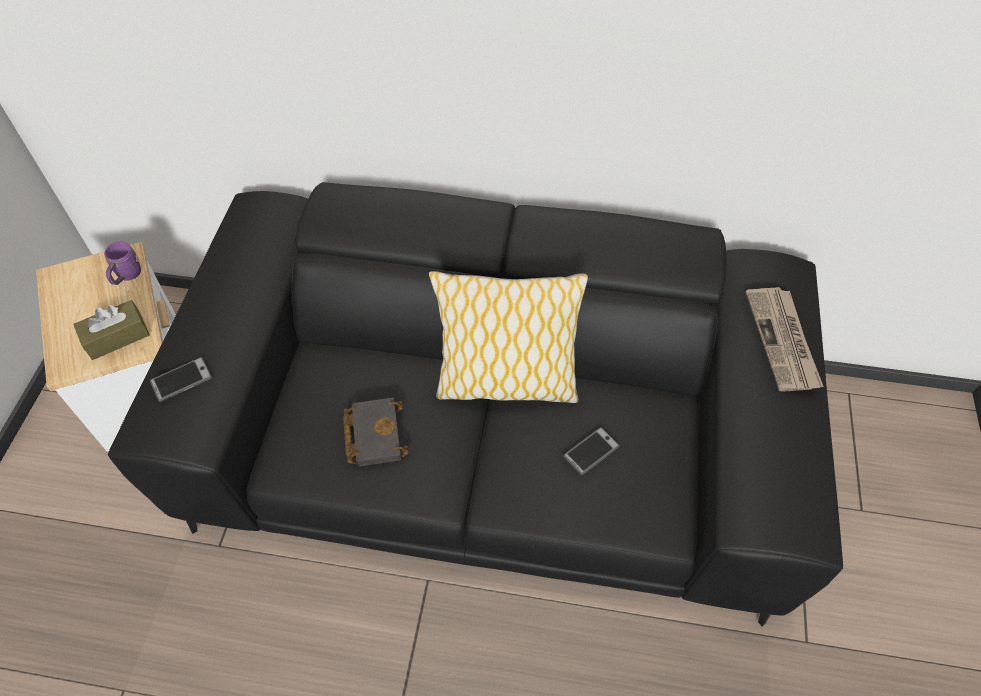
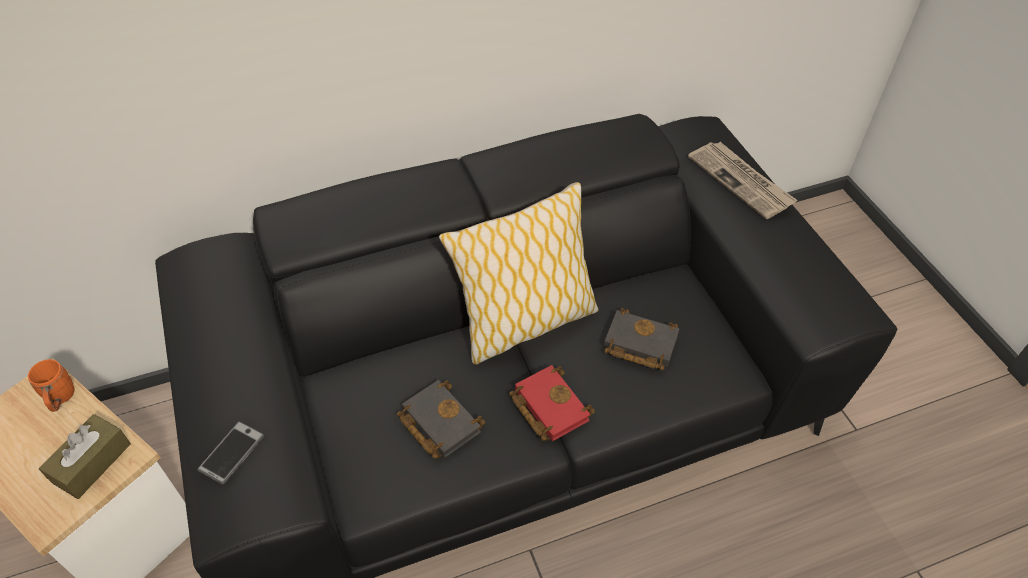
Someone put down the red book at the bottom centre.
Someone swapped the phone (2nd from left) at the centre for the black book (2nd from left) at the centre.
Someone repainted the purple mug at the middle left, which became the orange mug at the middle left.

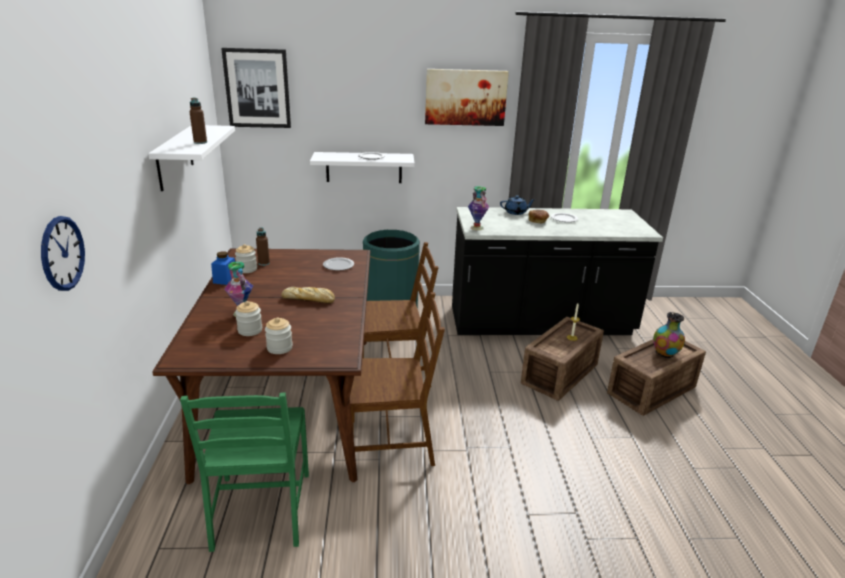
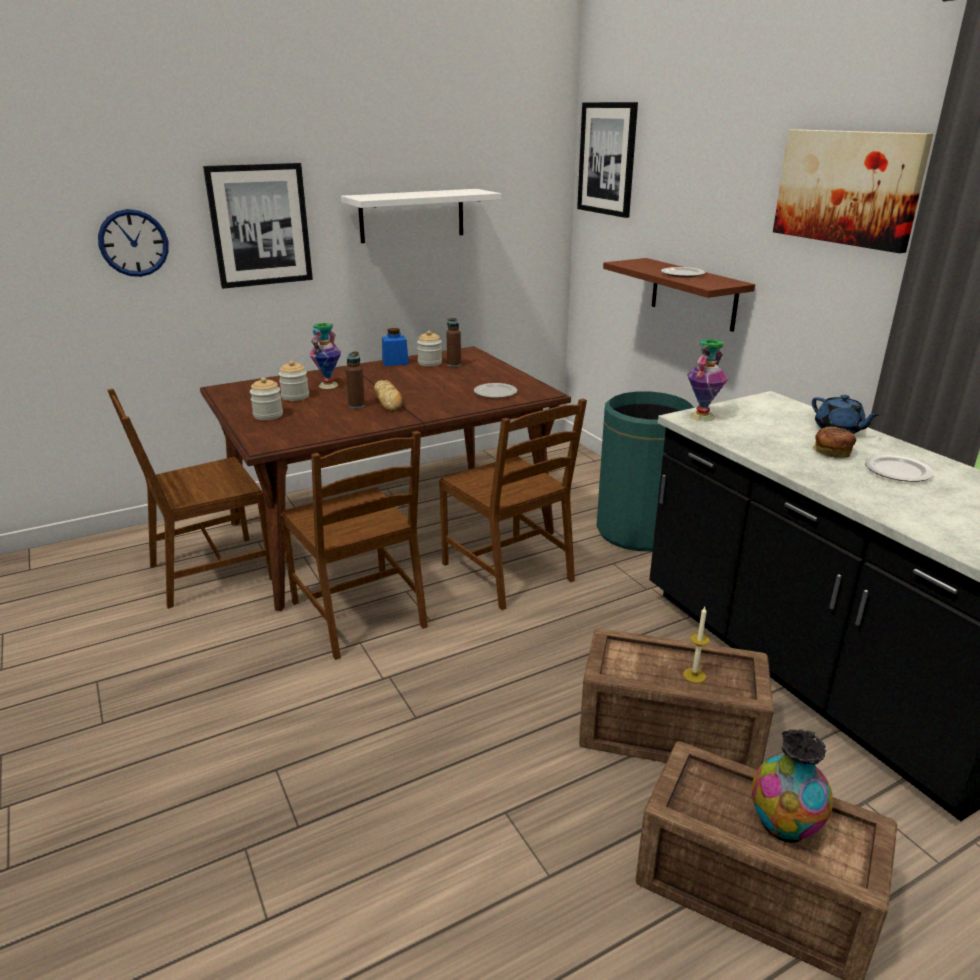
Someone put up the picture (1st from left) at the top left.
Someone carried the brown bottle (1st from left) from the top left to the centre.
Someone repainted the green chair at the bottom left, which became the brown chair (1st from left) at the middle left.
Someone repainted the white shelf (2nd from left) at the top centre, which became the brown shelf at the top right.

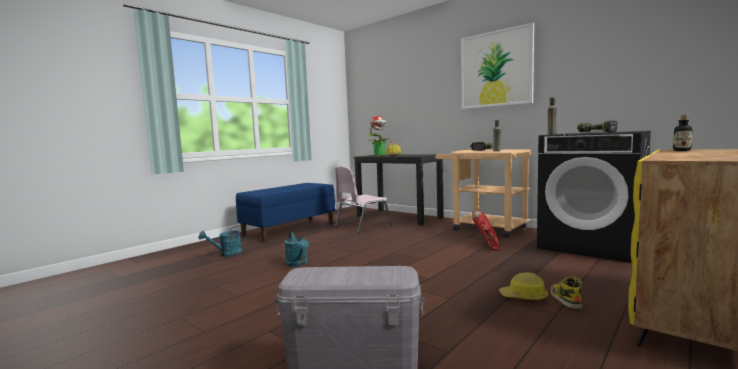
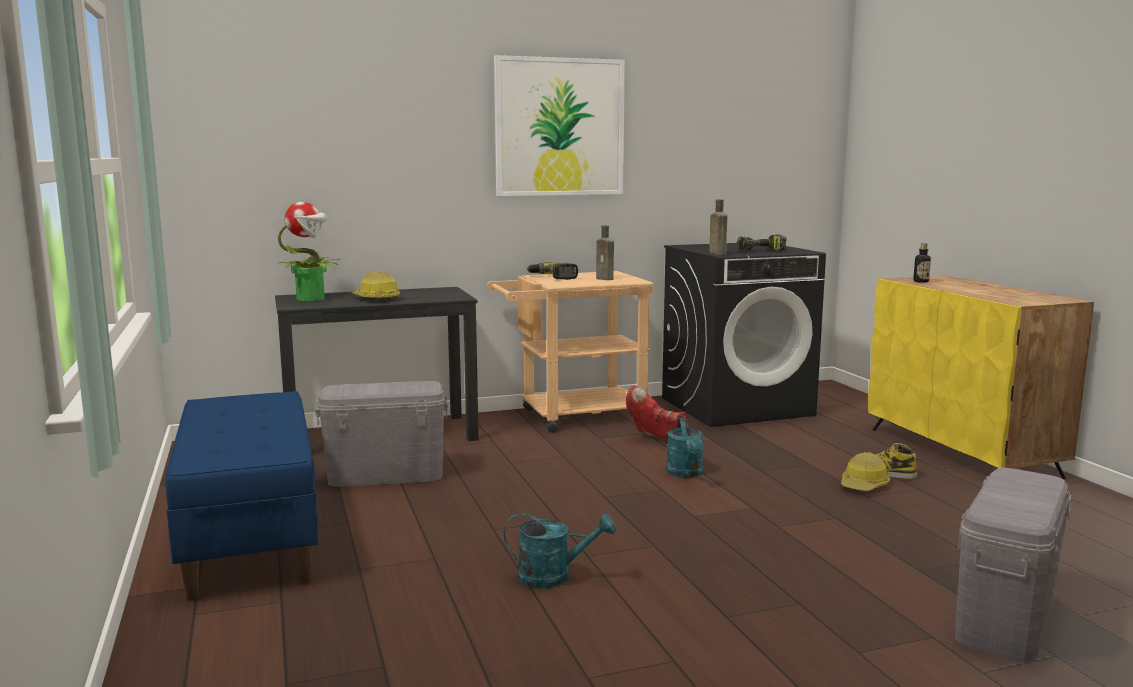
Someone carried the turquoise watering can (1st from left in the first image) from the middle left to the centre.
Someone swapped the pink chair at the centre for the grey storage box (1st from left) at the centre.

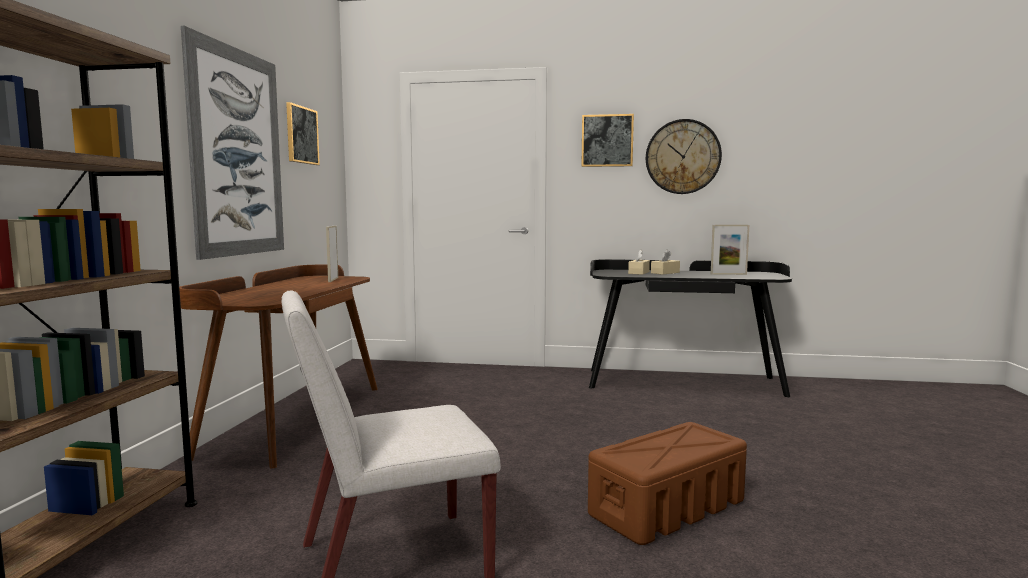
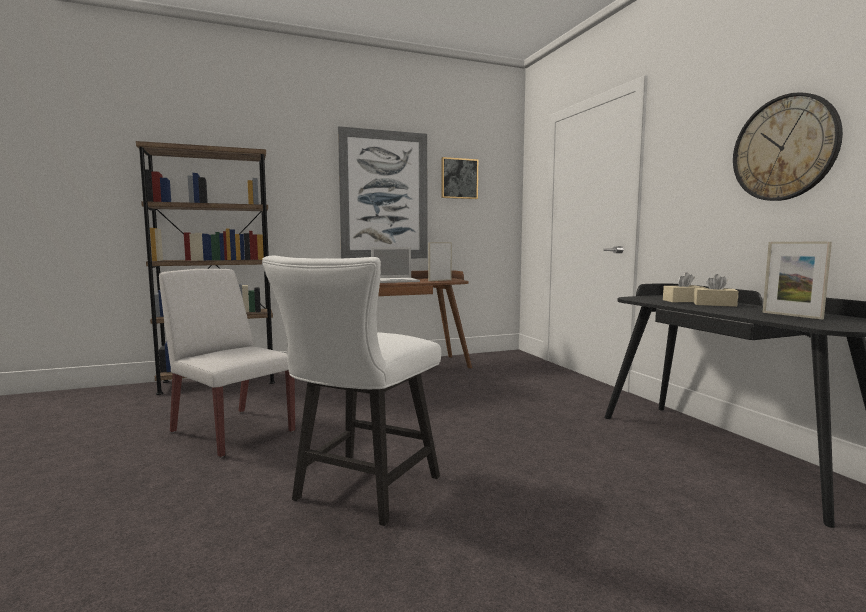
Someone took away the picture (3rd from left) at the top centre.
Someone put down the laptop at the centre.
Someone swapped the brown storage box at the bottom centre for the white chair (2nd from left) at the centre.

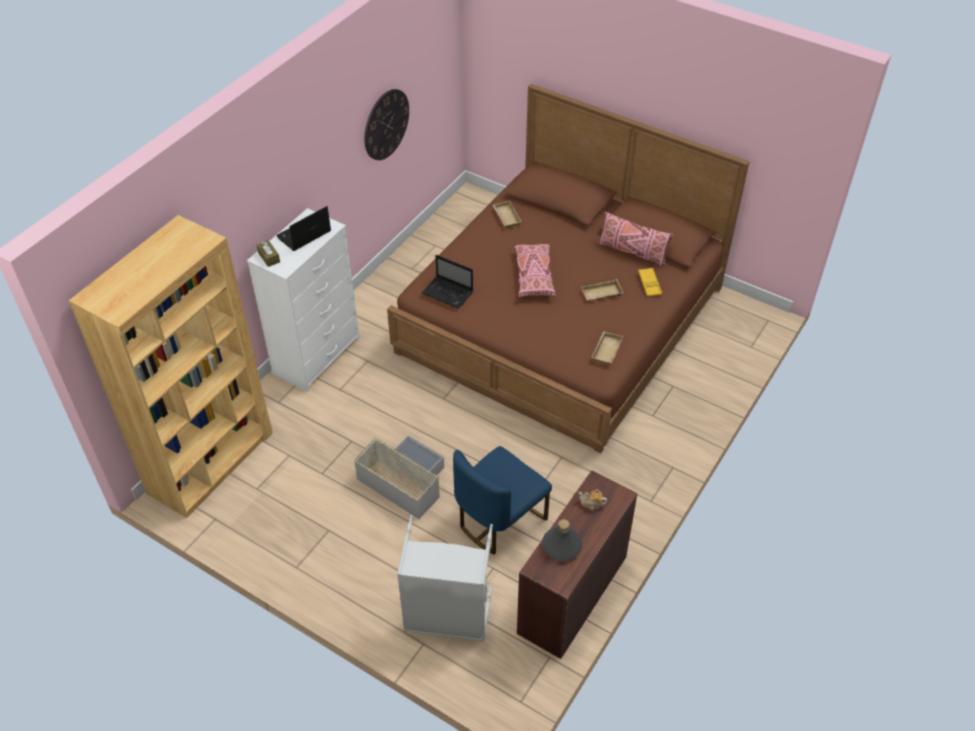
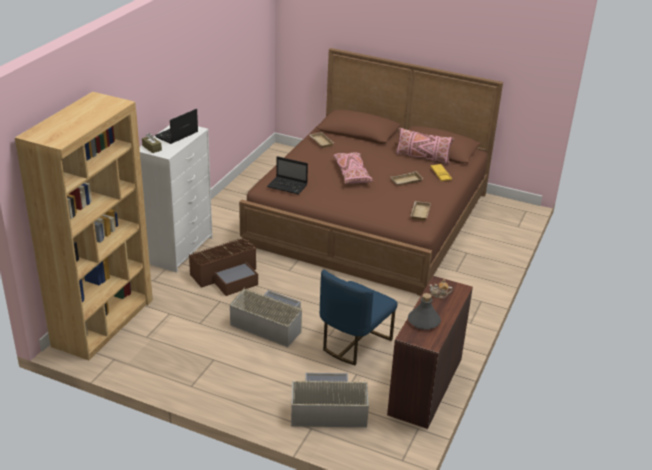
Someone took away the wall clock at the top centre.
Someone put down the brown storage box at the centre.
Someone swapped the grey laundry basket at the bottom centre for the grey storage box (2nd from left) at the bottom centre.

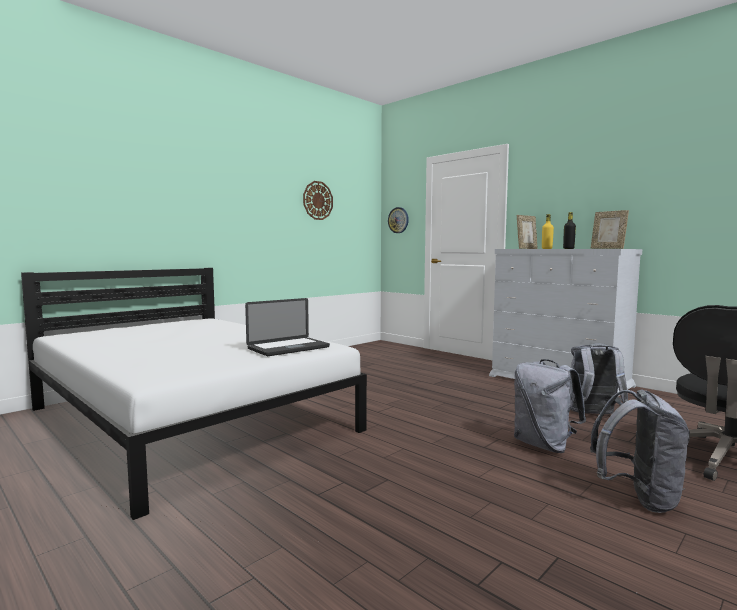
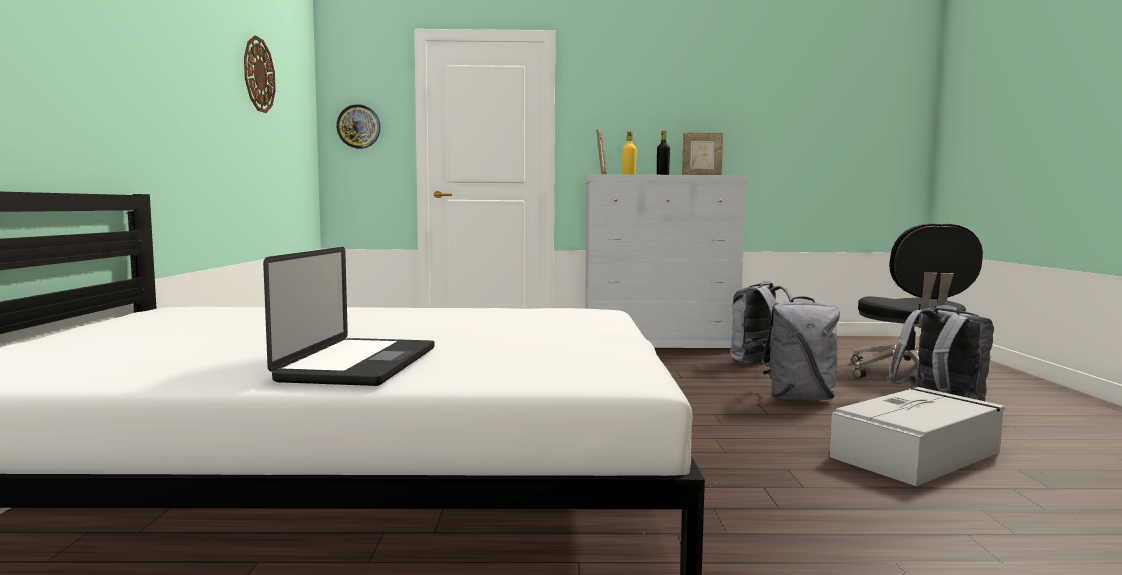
Someone put down the grey storage box at the bottom right.
Someone carried the laptop from the centre to the middle left.

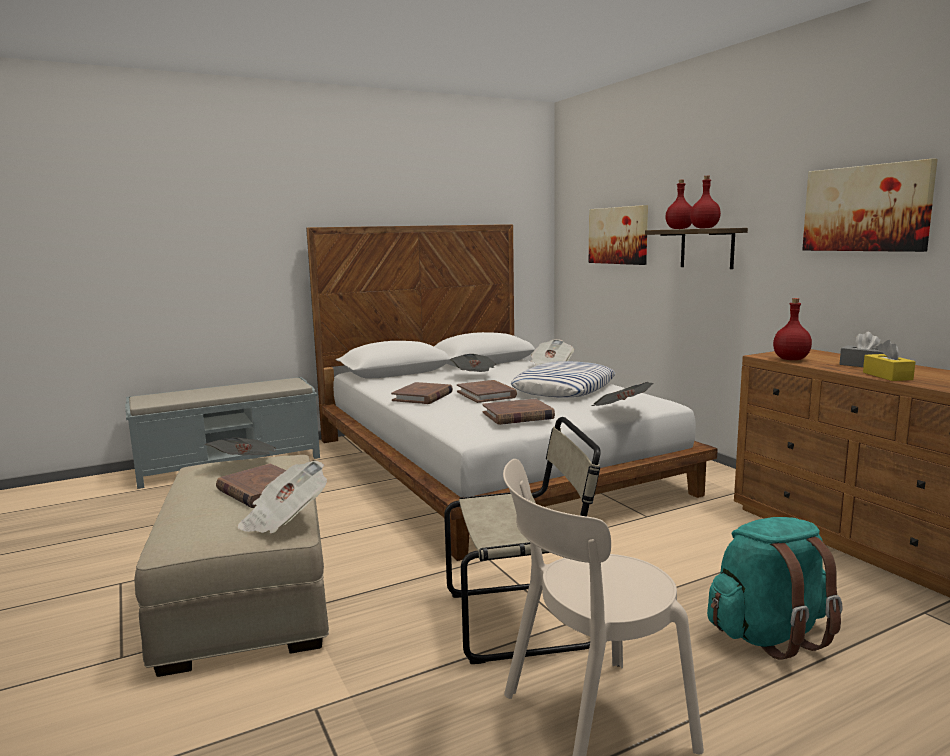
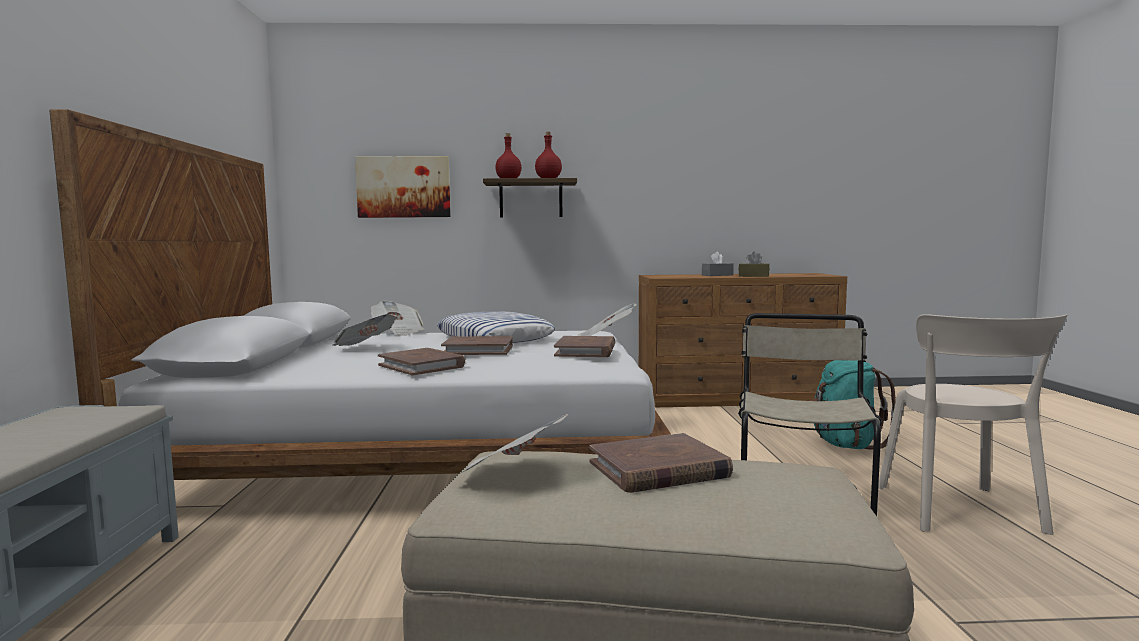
Someone took away the newspaper (2nd from left) at the middle left.
Someone took away the red bottle (3rd from left) at the middle right.
Someone took away the picture (2nd from left) at the top right.
Someone repainted the yellow tissue box at the middle right, which became the brown tissue box at the centre.

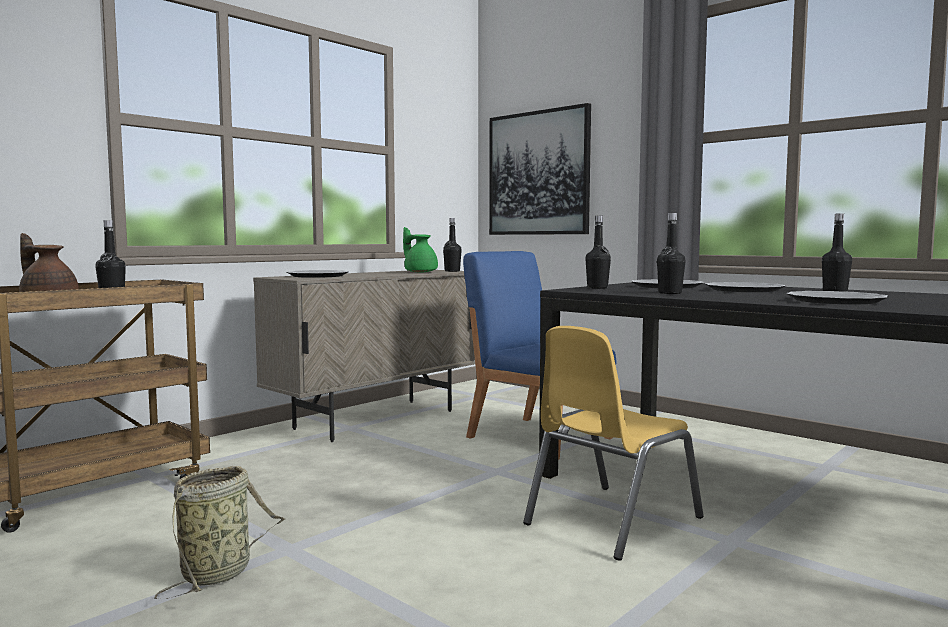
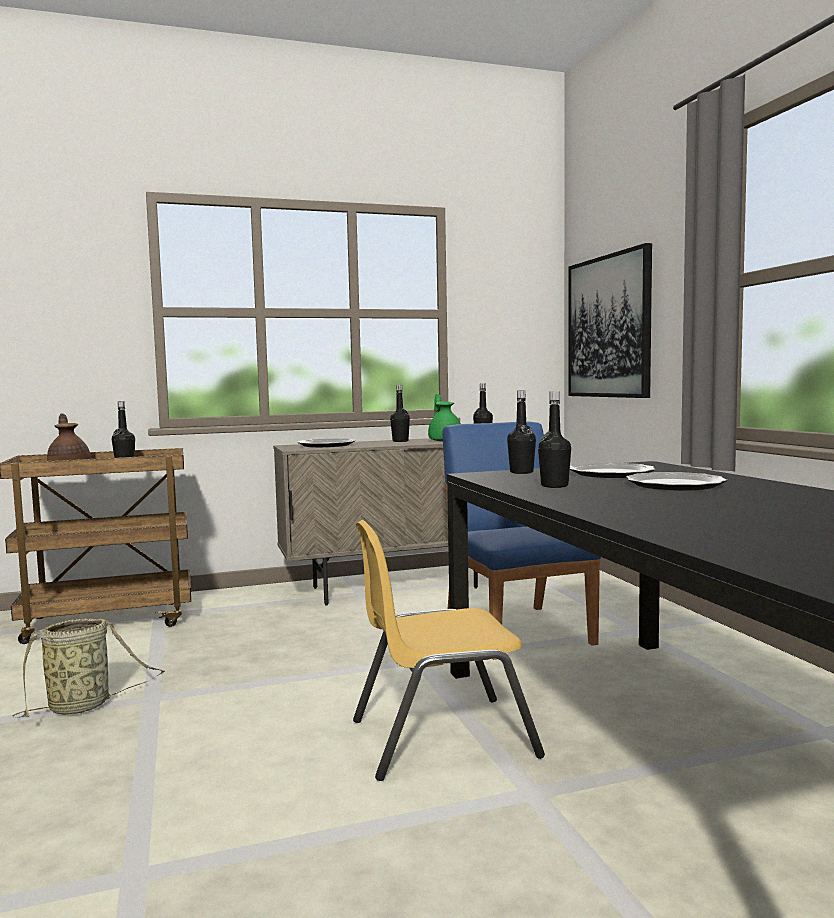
Someone took away the plate (4th from left) at the middle right.
Someone carried the black bottle (5th from left in the first image) from the middle right to the centre.

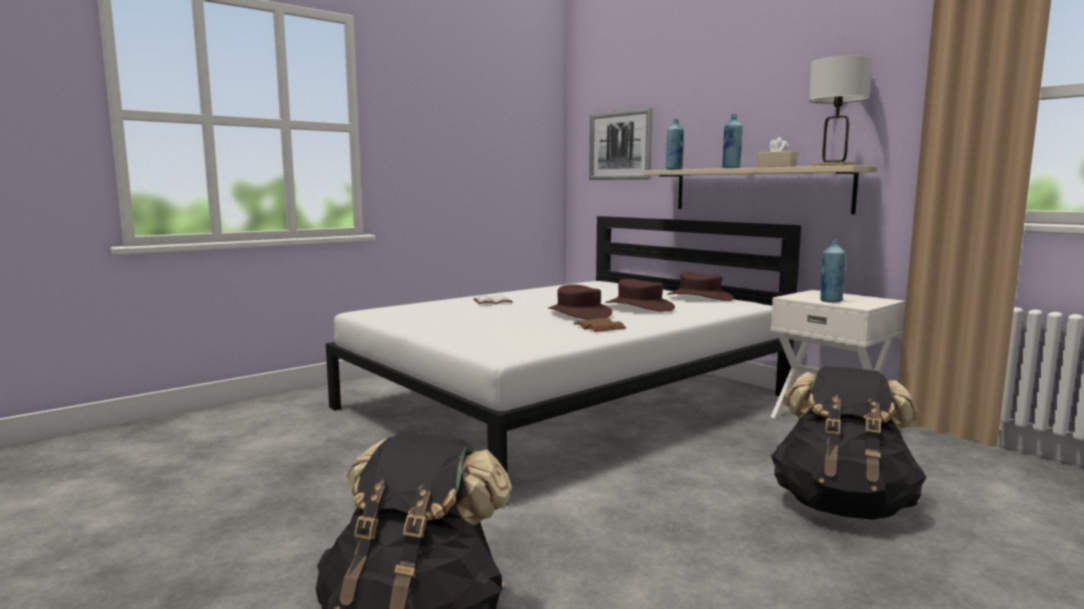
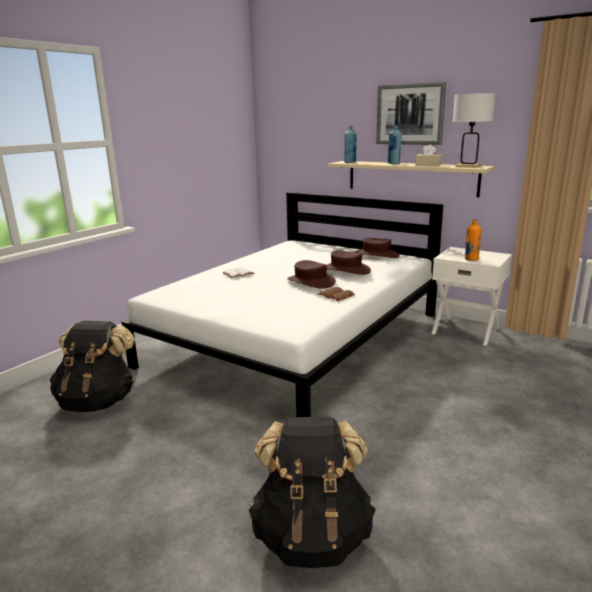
Someone carried the picture from the top centre to the top right.
Someone carried the black backpack (2nd from left in the first image) from the bottom right to the middle left.
Someone repainted the blue bottle (3rd from left) at the middle right, which became the orange bottle at the middle right.

